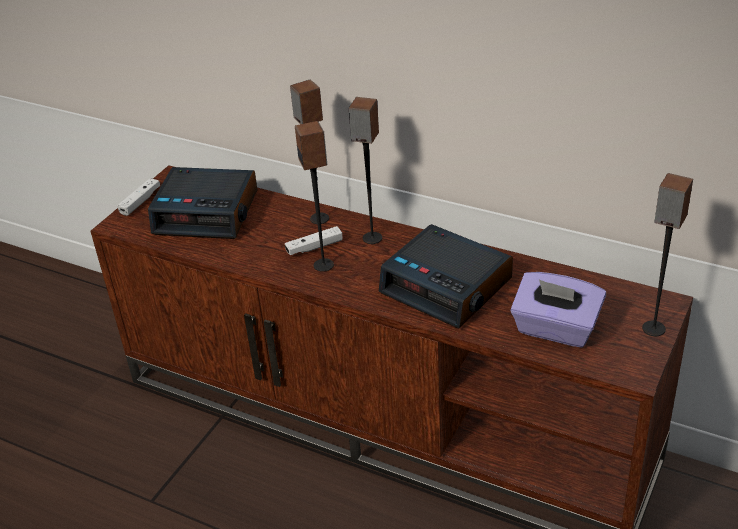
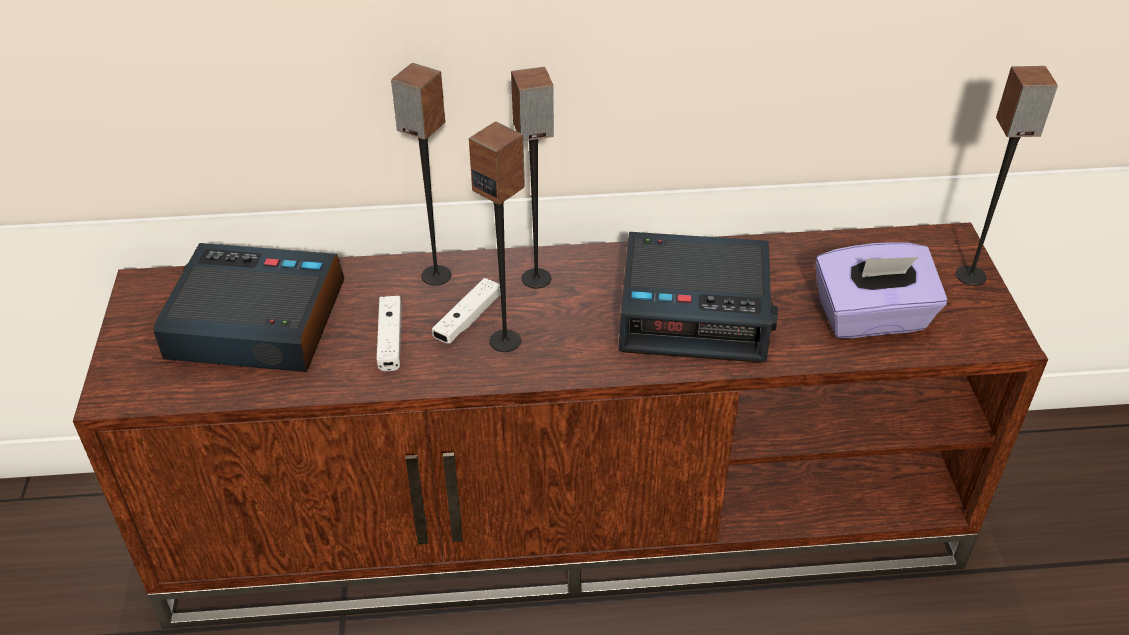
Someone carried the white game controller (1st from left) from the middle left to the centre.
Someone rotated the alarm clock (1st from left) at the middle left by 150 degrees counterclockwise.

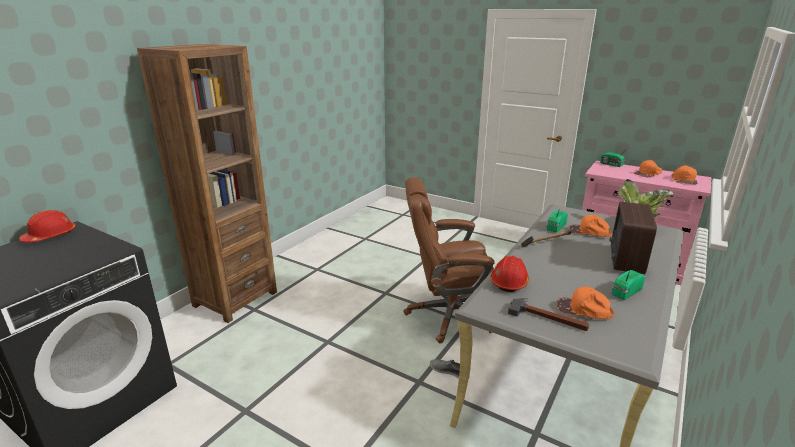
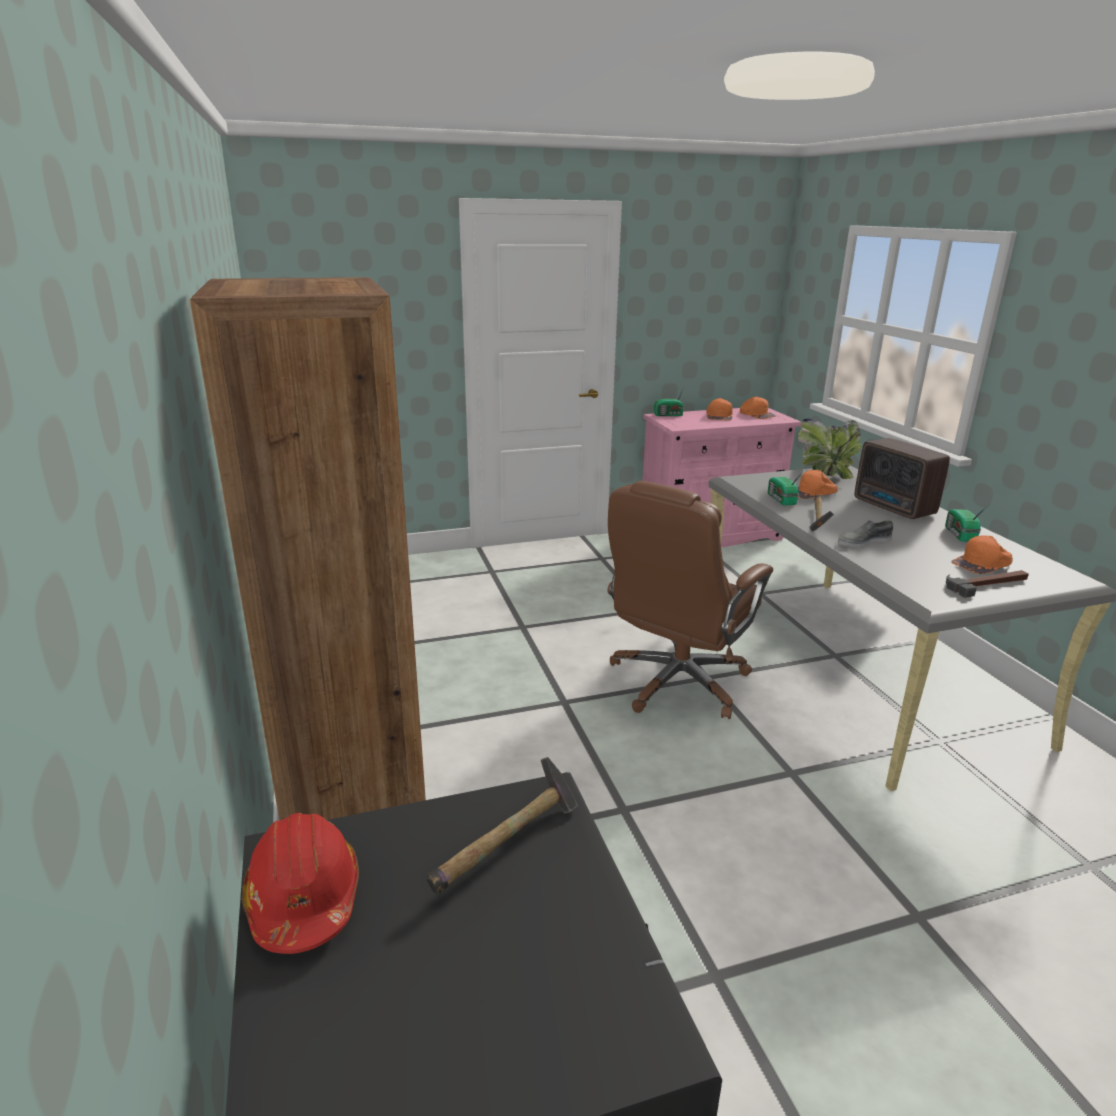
Someone took away the red hard hat (2nd from left) at the centre.
Someone put down the hammer (1st from left) at the bottom centre.
Someone carried the grey shoe from the bottom centre to the middle right.

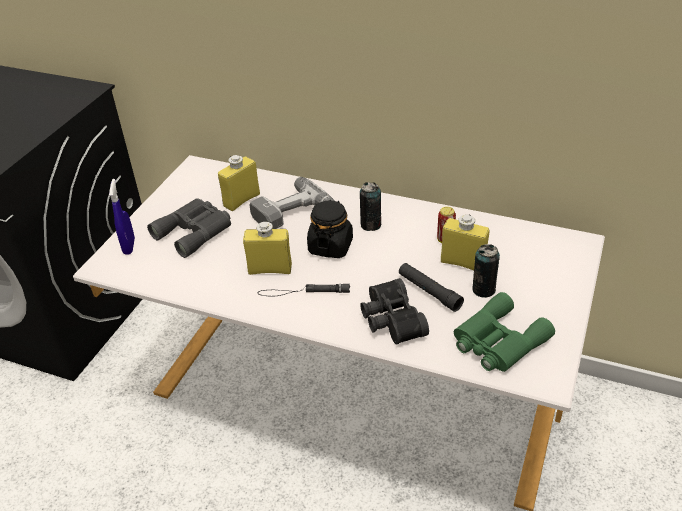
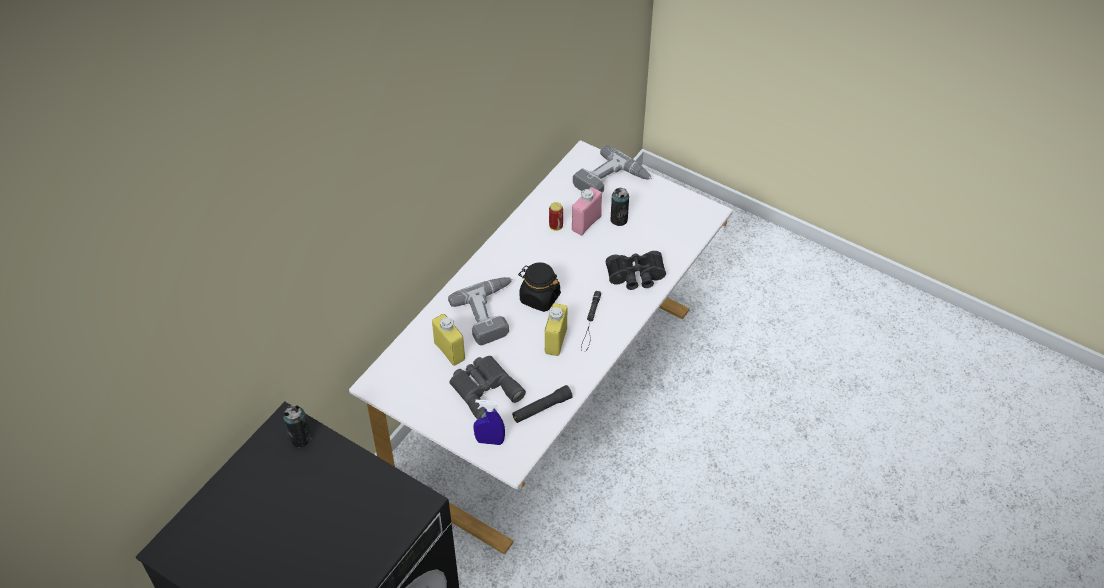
Someone took away the green binoculars at the middle right.
Someone put down the power drill (2nd from left) at the top centre.
Someone carried the can (1st from left) from the centre to the bottom left.
Someone carried the black flashlight (2nd from left in the first image) from the centre to the bottom centre.
Someone repainted the yellow bottle (3rd from left) at the middle right, which became the pink bottle at the centre.

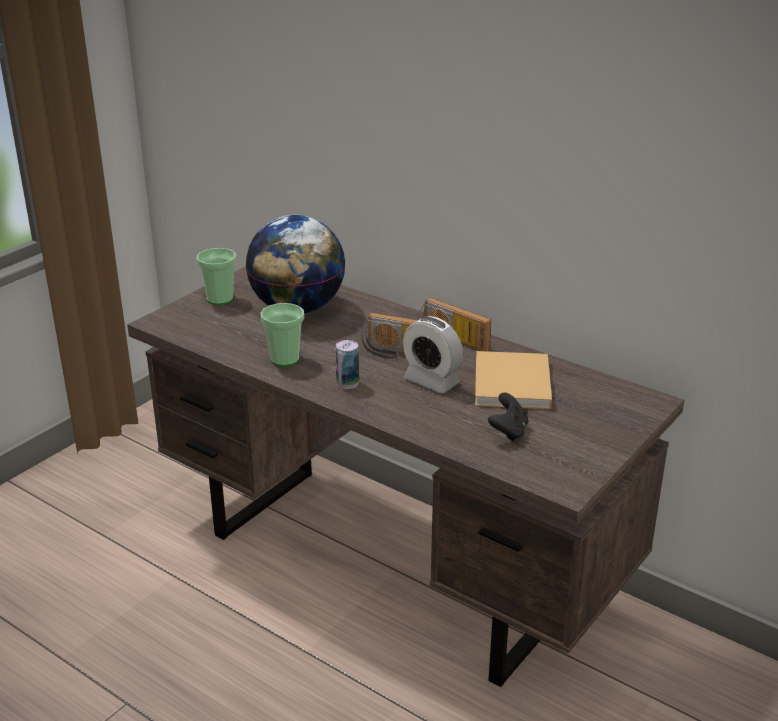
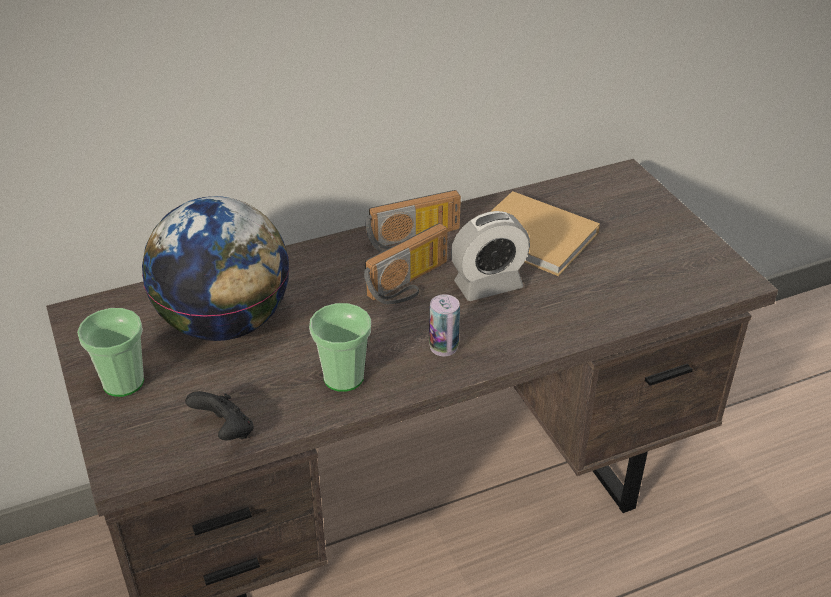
Someone carried the black game controller from the centre to the bottom left.

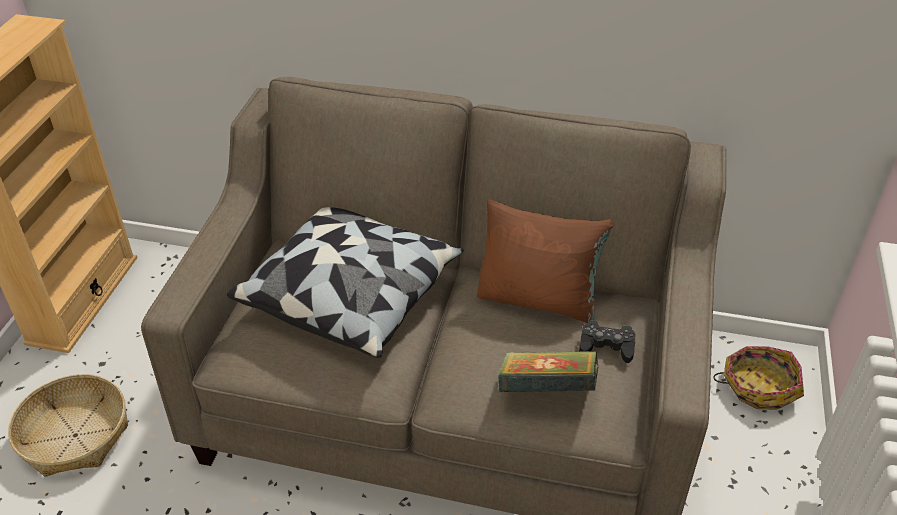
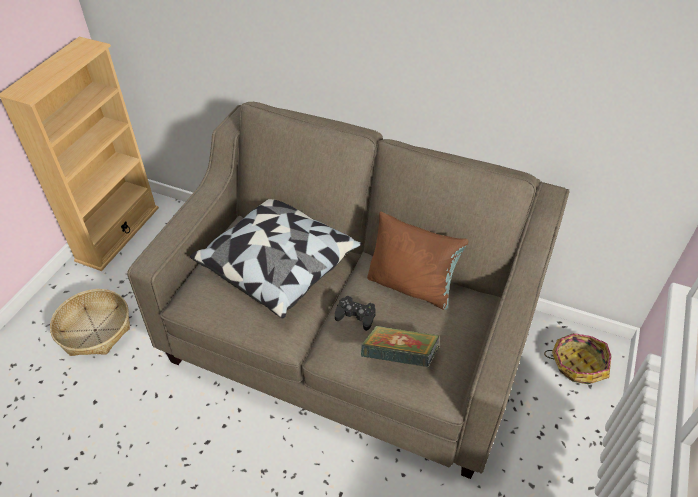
Someone carried the black game controller from the middle right to the centre.

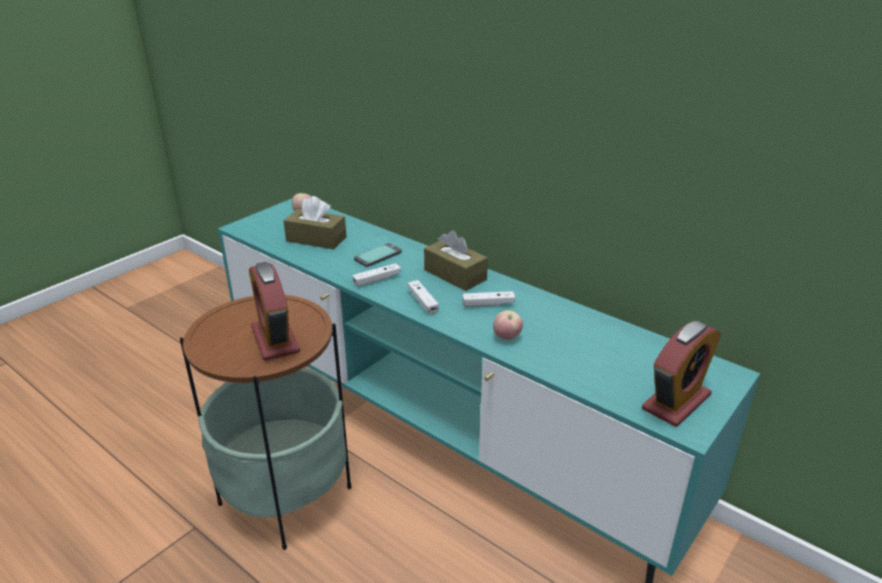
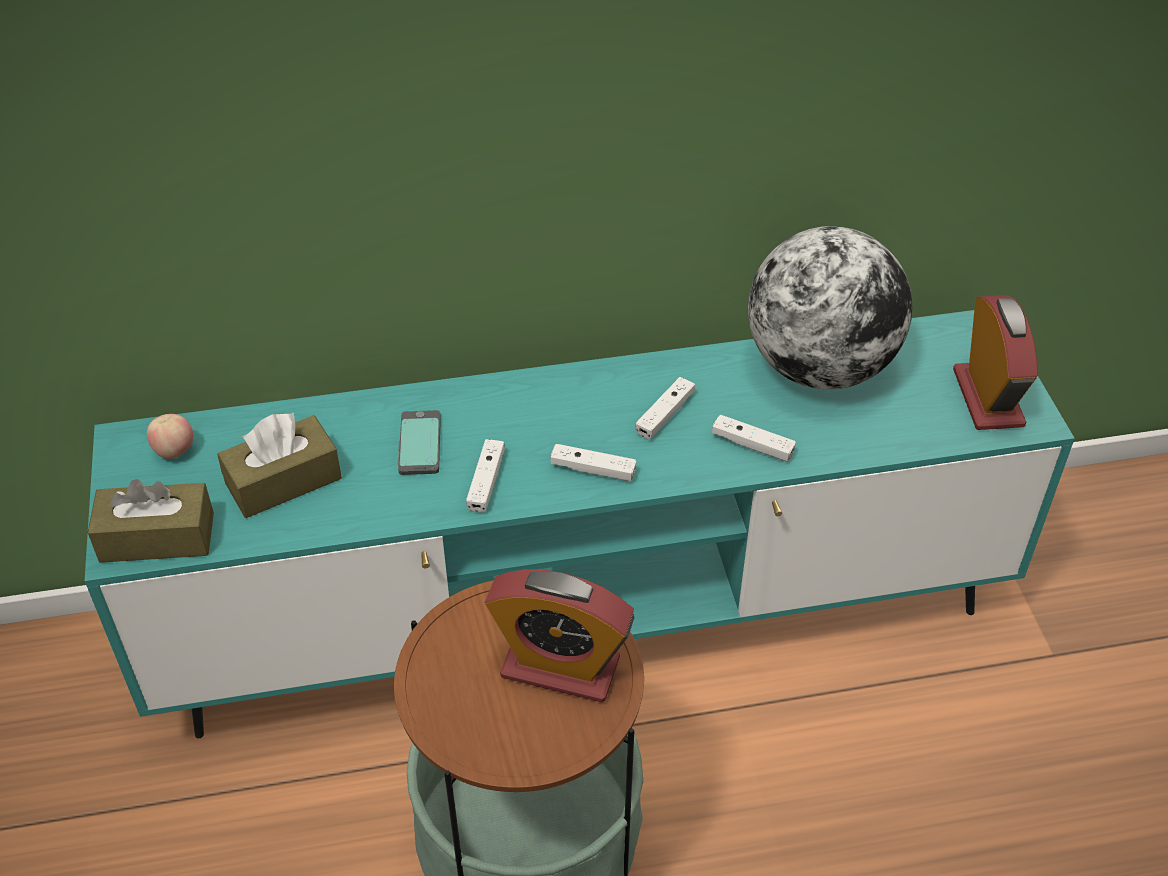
Someone put down the globe at the middle right.
Someone carried the brown tissue box (2nd from left in the first image) from the centre to the middle left.
Someone swapped the apple (2nd from left) at the centre for the white game controller (4th from left) at the centre.

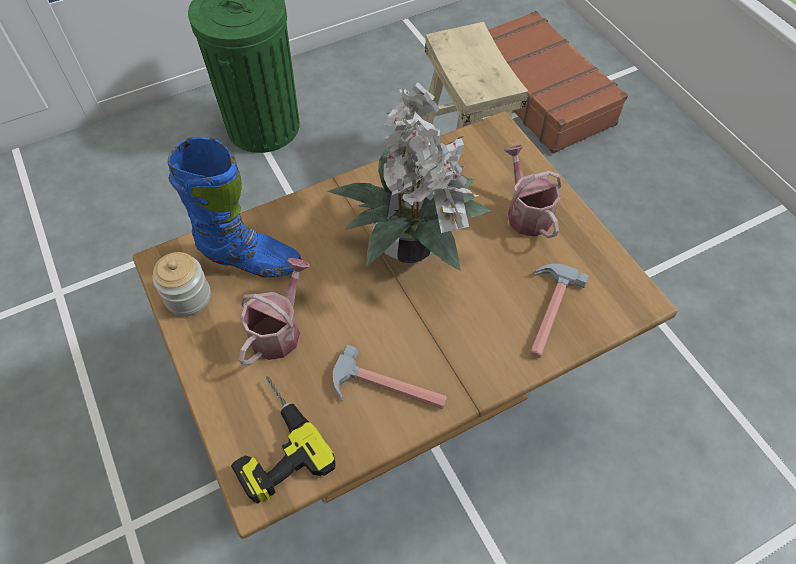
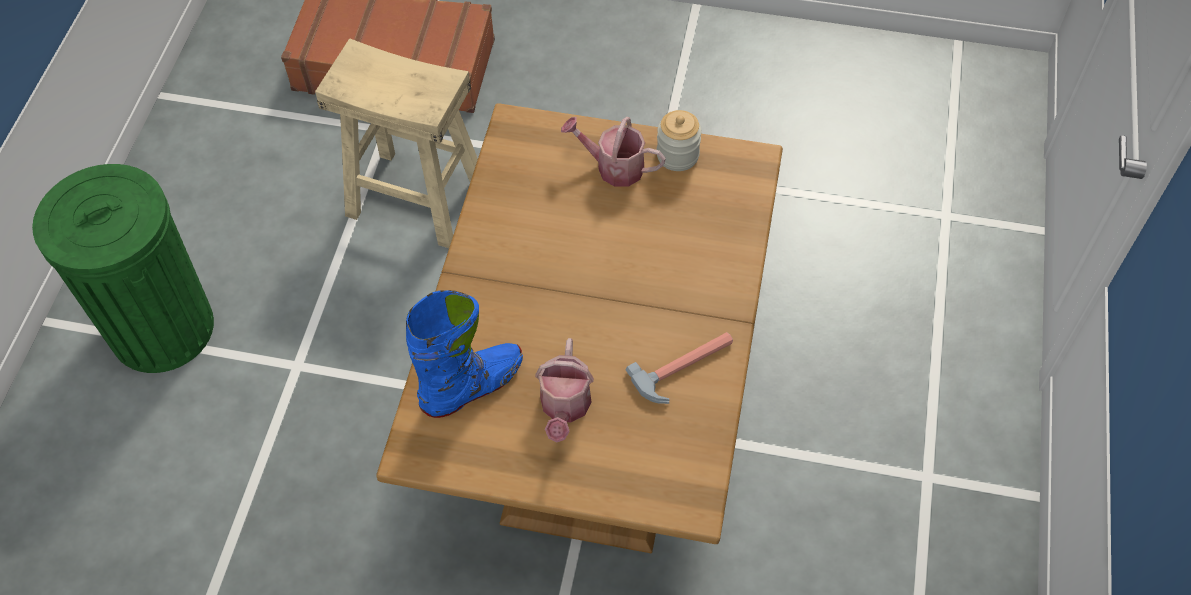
Someone took away the power drill at the bottom centre.
Someone took away the potted plant at the top centre.
Someone took away the hammer (2nd from left) at the middle right.
Someone carried the jar from the middle left to the top centre.
Someone rotated the watering can (1st from left) at the centre by 150 degrees counterclockwise.

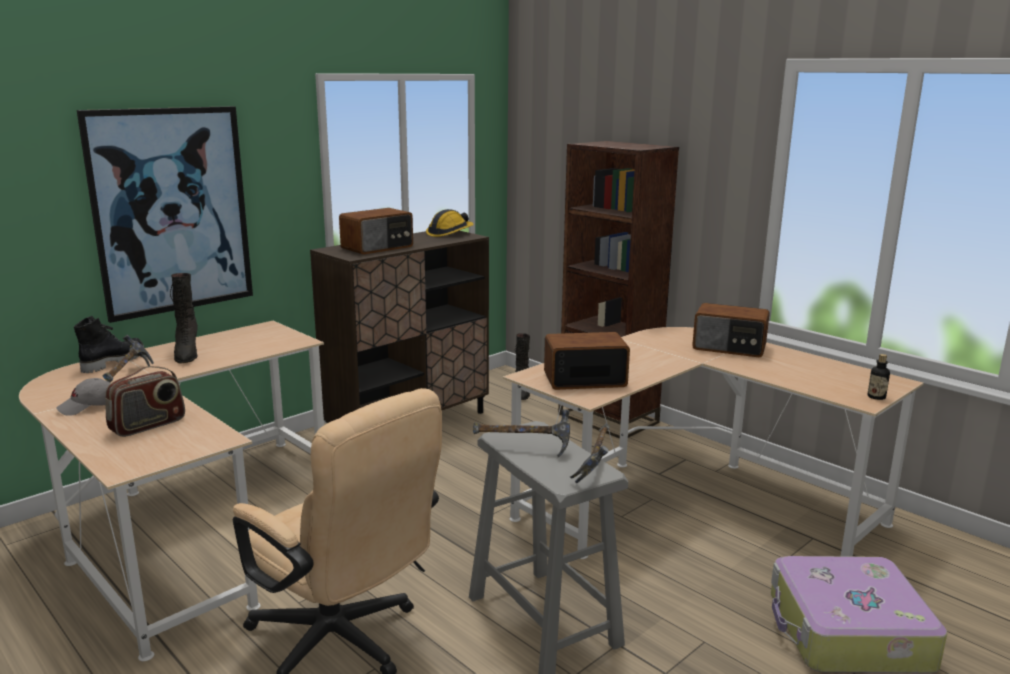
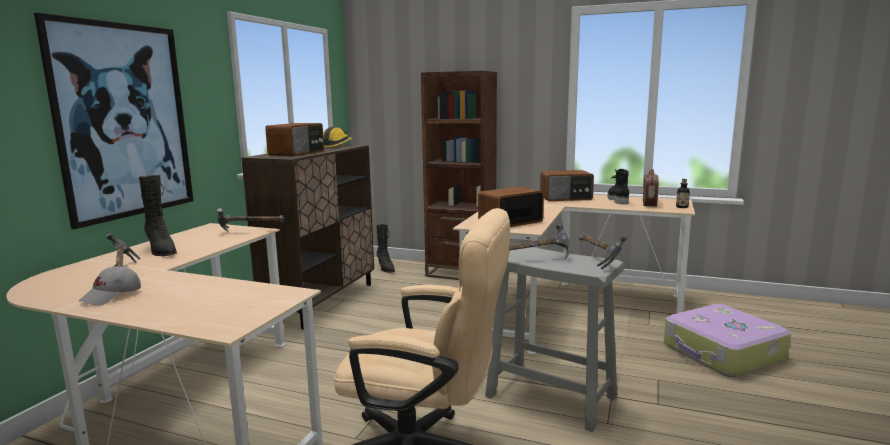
Someone put down the hammer (2nd from left) at the middle left.
Someone carried the black boot (1st from left in the first image) from the middle left to the middle right.
Someone carried the radio (1st from left in the first image) from the middle left to the middle right.

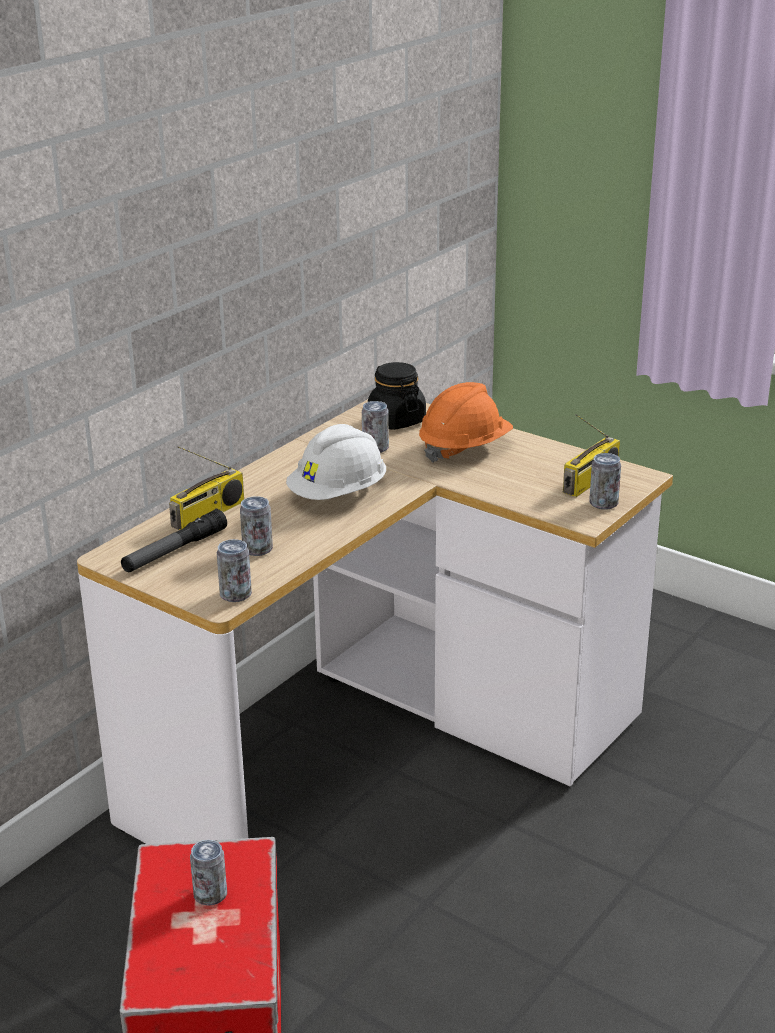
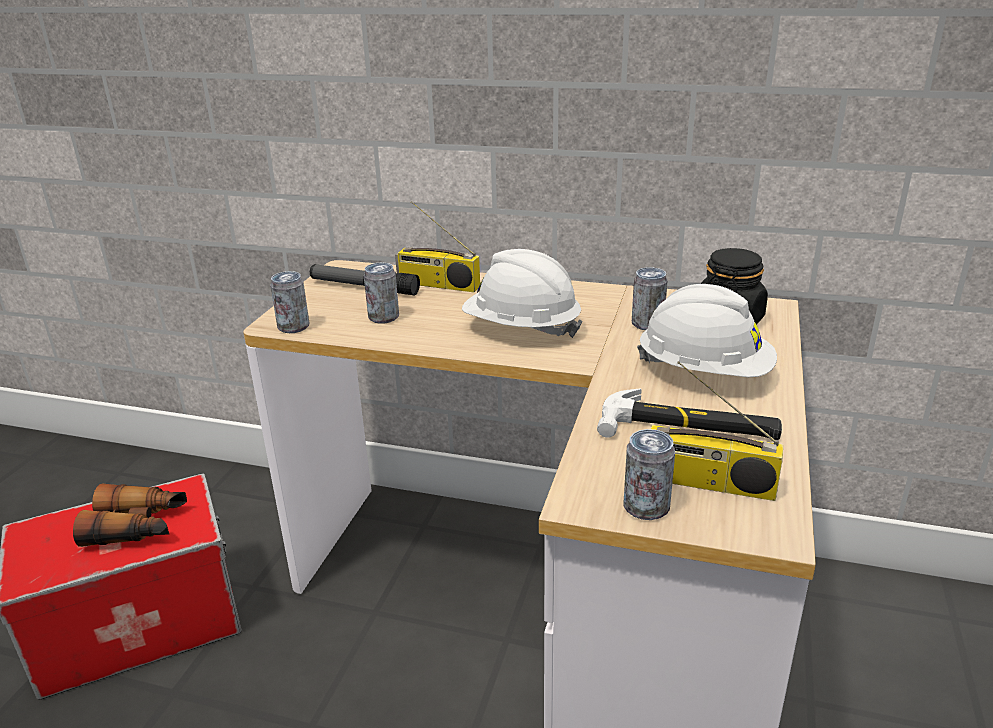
Someone put down the hammer at the middle right.
Someone swapped the can (1st from left) at the bottom left for the binoculars at the bottom left.
Someone repainted the orange hard hat at the centre, which became the white hard hat (2nd from left) at the middle right.

